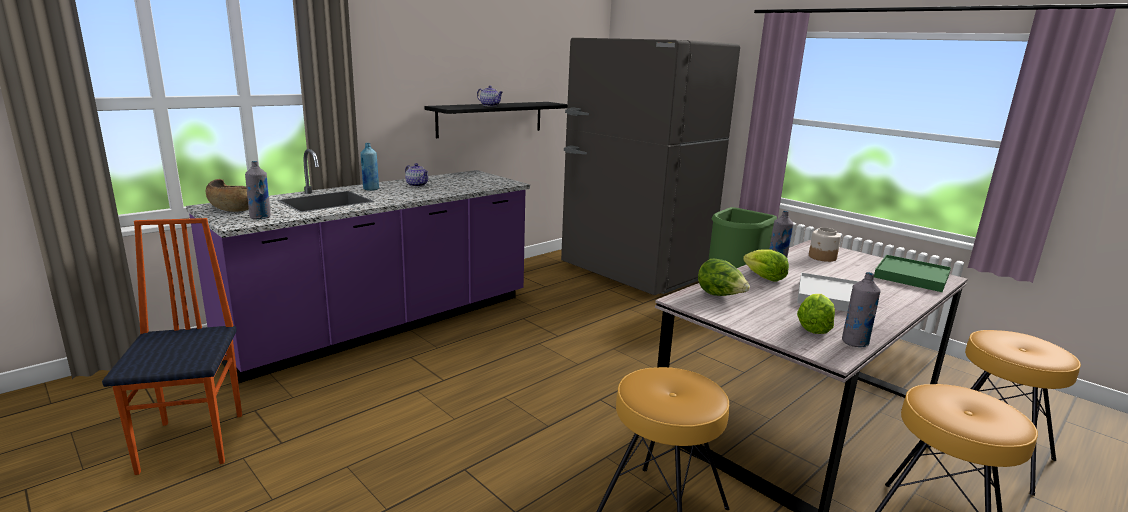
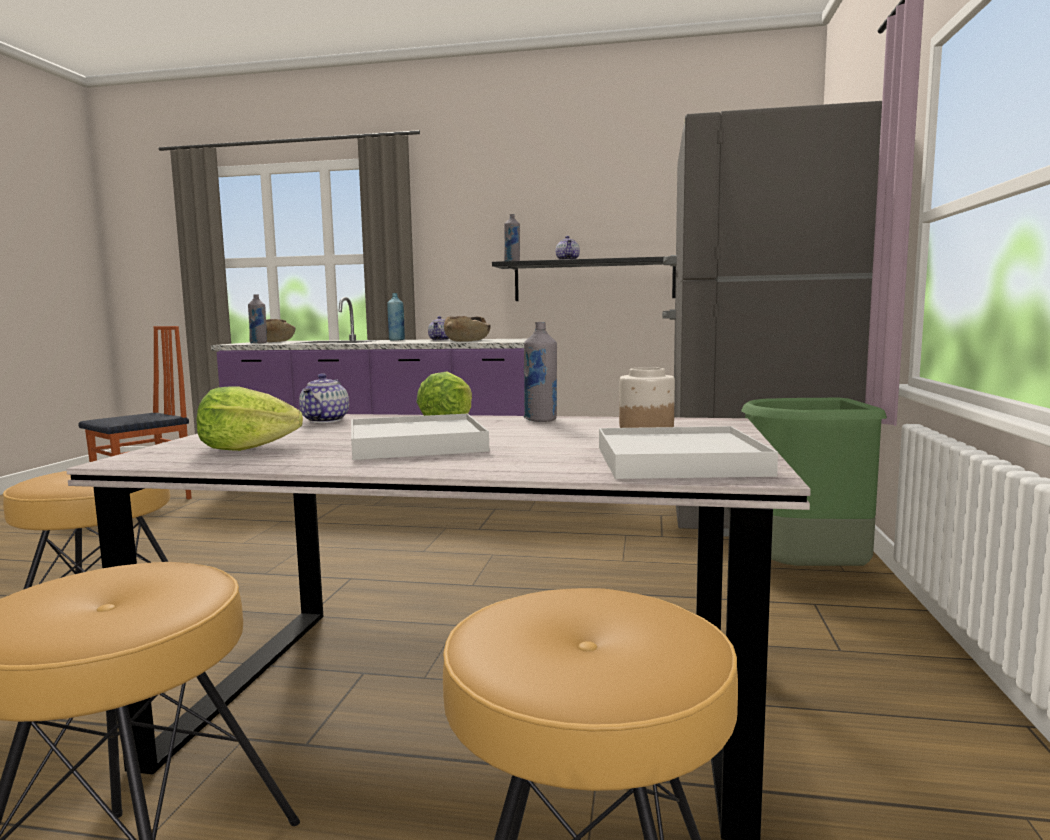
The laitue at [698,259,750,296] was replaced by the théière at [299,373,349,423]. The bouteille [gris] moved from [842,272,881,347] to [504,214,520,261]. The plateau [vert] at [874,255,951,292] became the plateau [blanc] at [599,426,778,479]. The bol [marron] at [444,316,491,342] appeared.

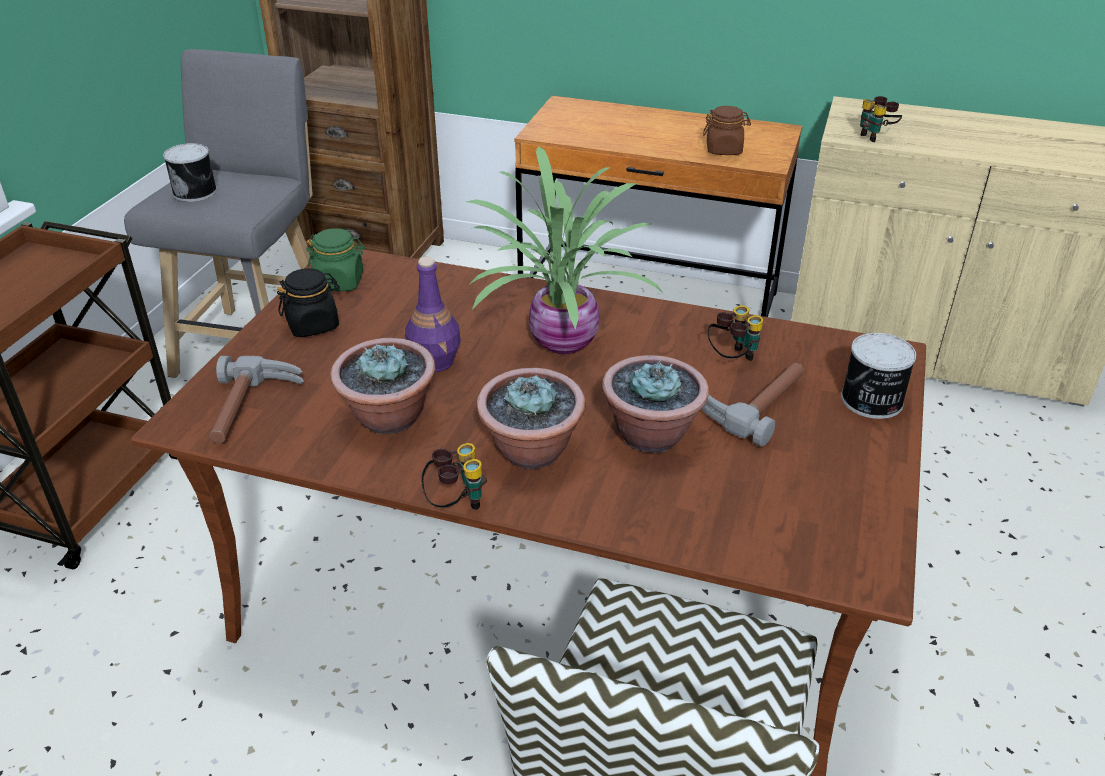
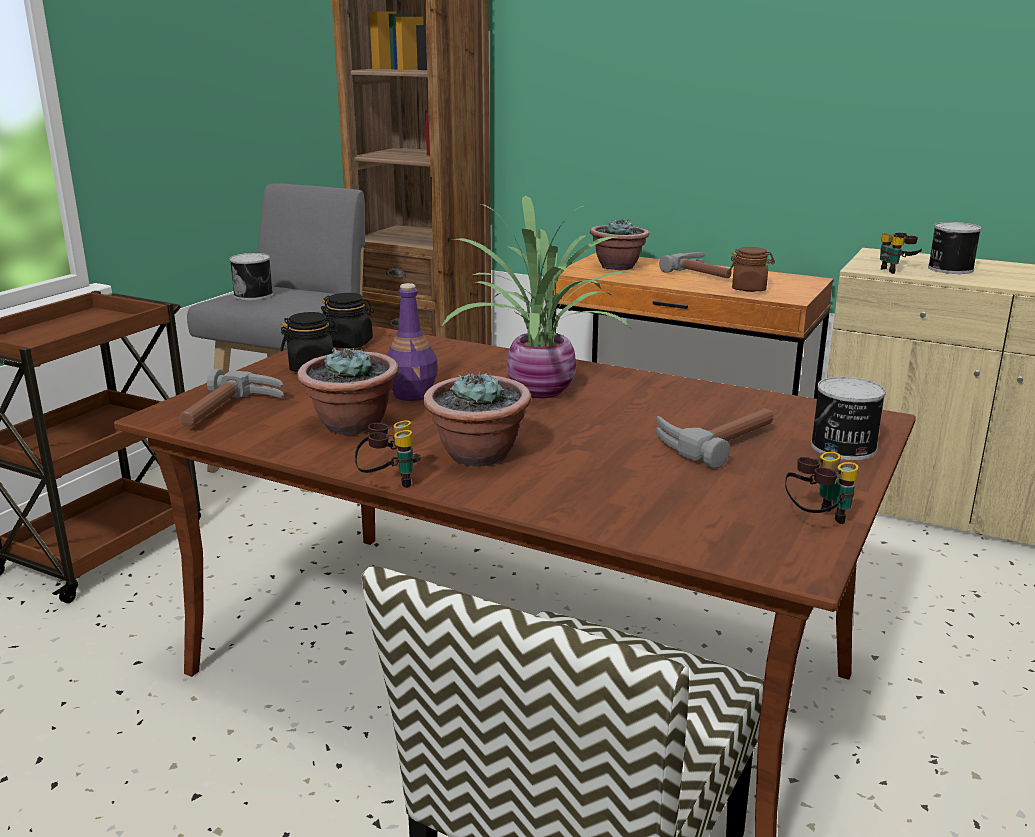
The bocal [vert] at [306,228,365,291] became the bocal [noir] at [321,293,374,348]. The plante en pot moved from [602,355,709,453] to [590,219,650,270]. The jumelles moved from [708,305,763,361] to [785,452,859,524]. The marteau at [659,252,732,278] appeared. The boîte métallique at [928,222,981,274] appeared.

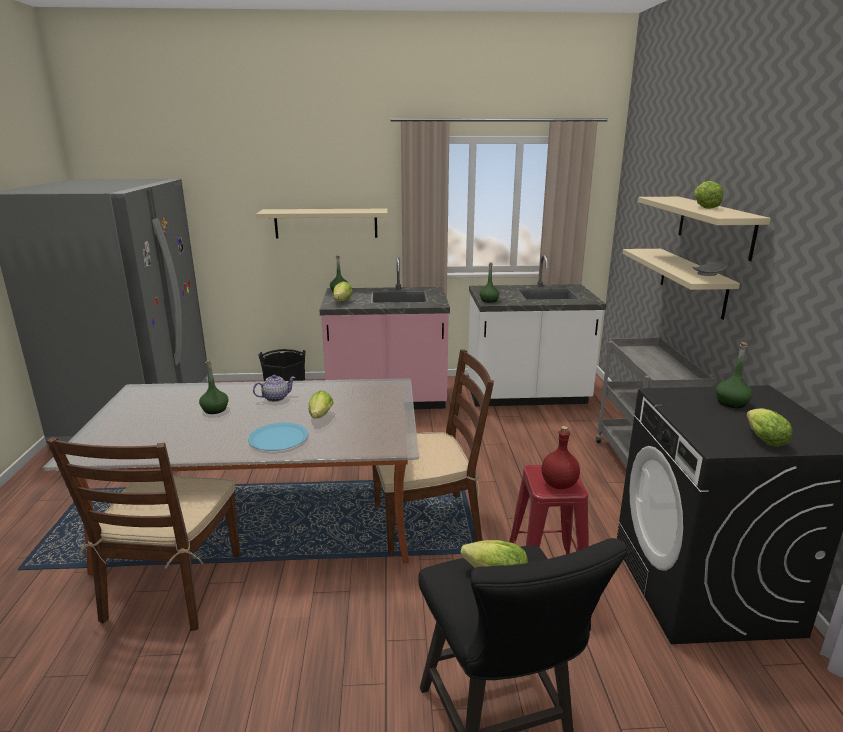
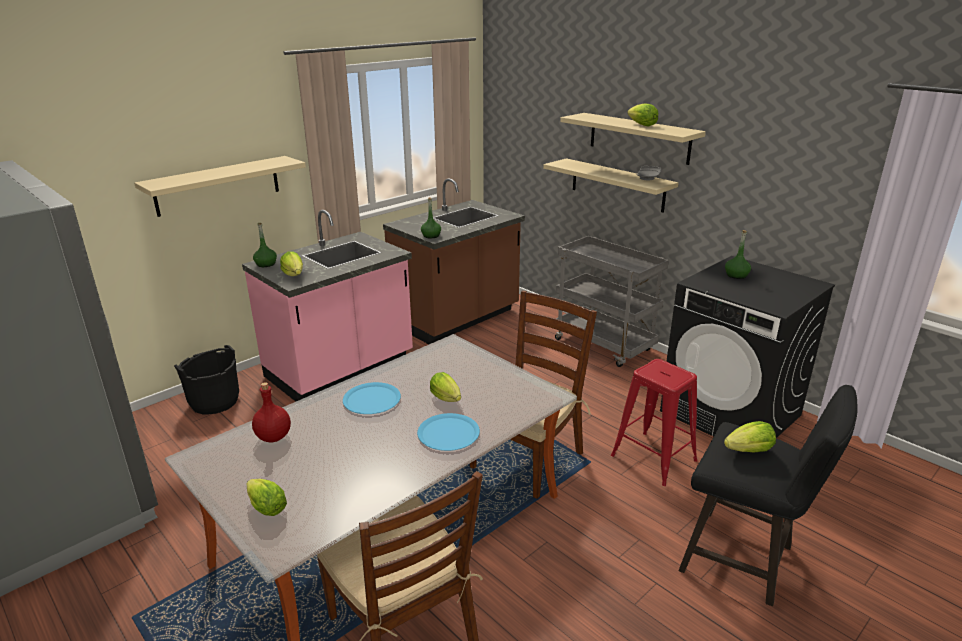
The bouteille [vert] at [199,360,229,414] disappeared. The théière at [253,375,296,402] was replaced by the assiette [bleu] at [343,382,401,414]. The comptoir de cuisine [blanc] at [468,255,607,407] became the comptoir de cuisine [marron] at [383,178,525,344]. The bouteille [rouge] moved from [542,426,580,489] to [252,382,291,443]. The laitue moved from [746,408,793,446] to [247,479,287,516].

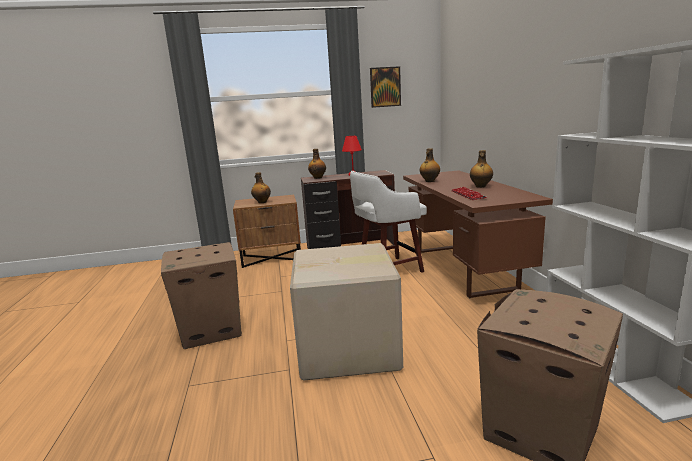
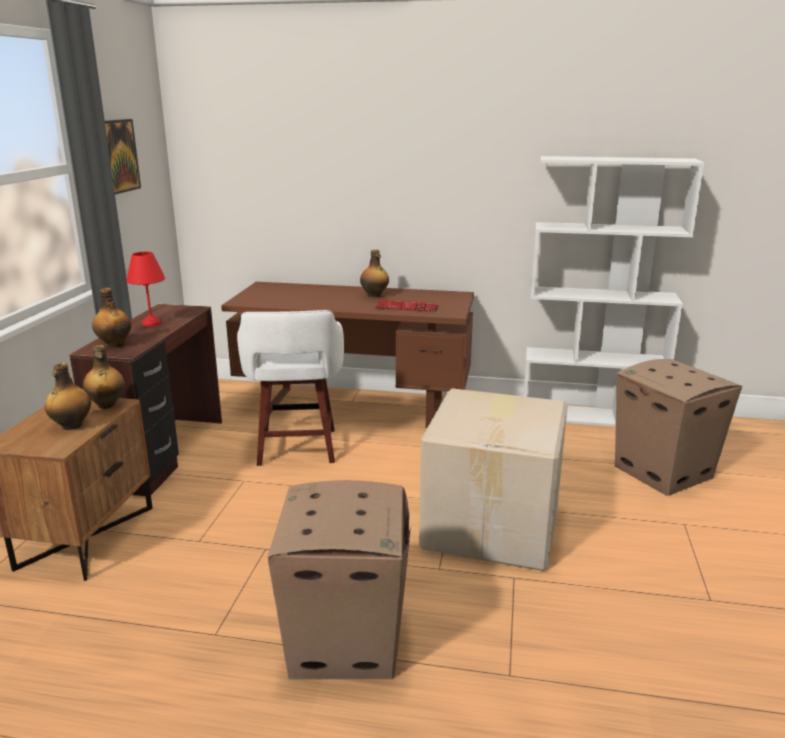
The bouteille moved from [420,149,440,182] to [83,345,125,409].

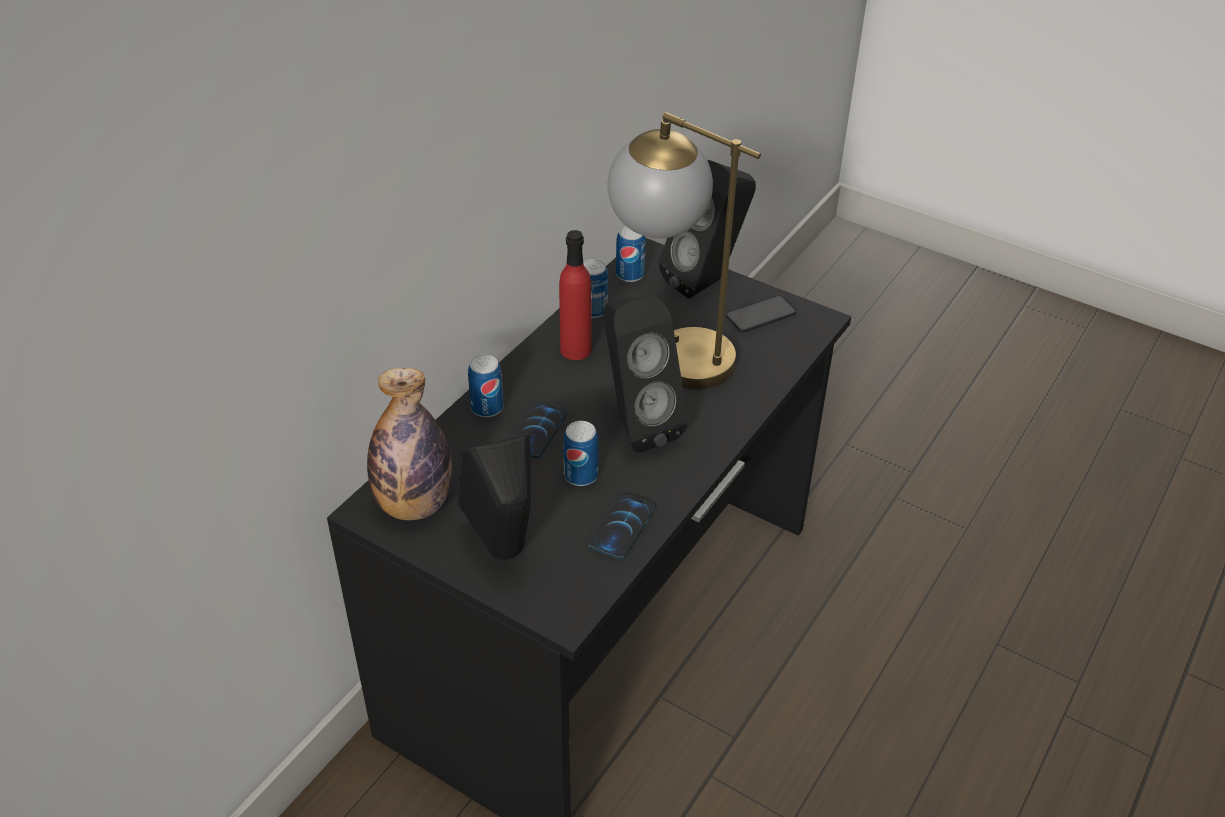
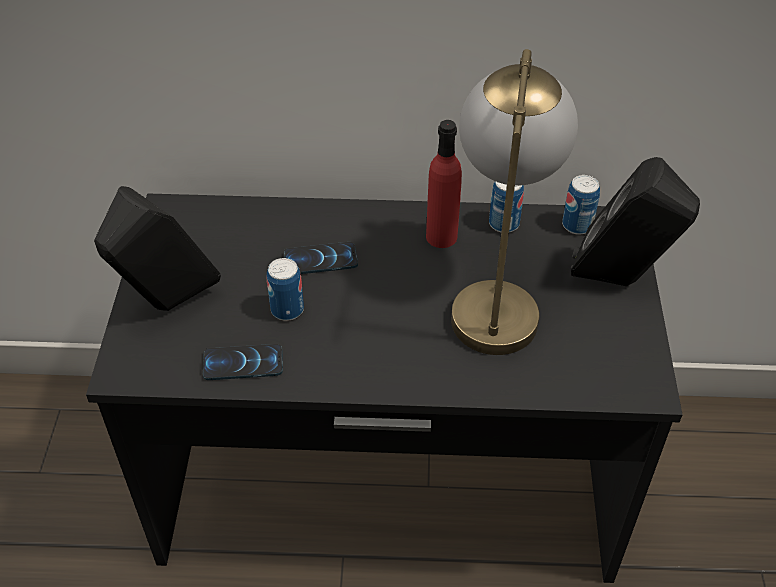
The bouteille at [367,368,452,520] disappeared. The boîte métallique at [468,355,504,417] disappeared. The enceinte [noir] at [603,298,688,452] disappeared. The téléphone at [726,296,796,332] disappeared.

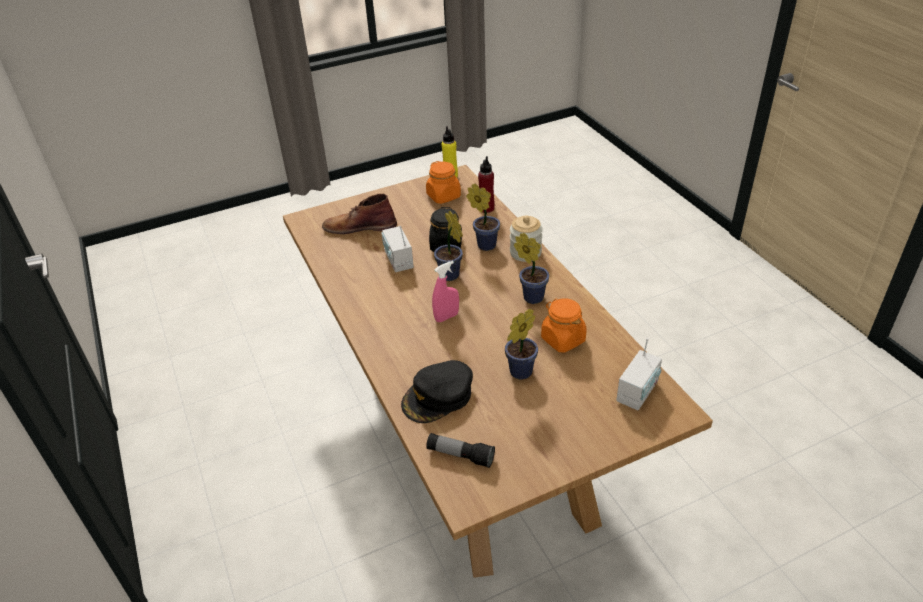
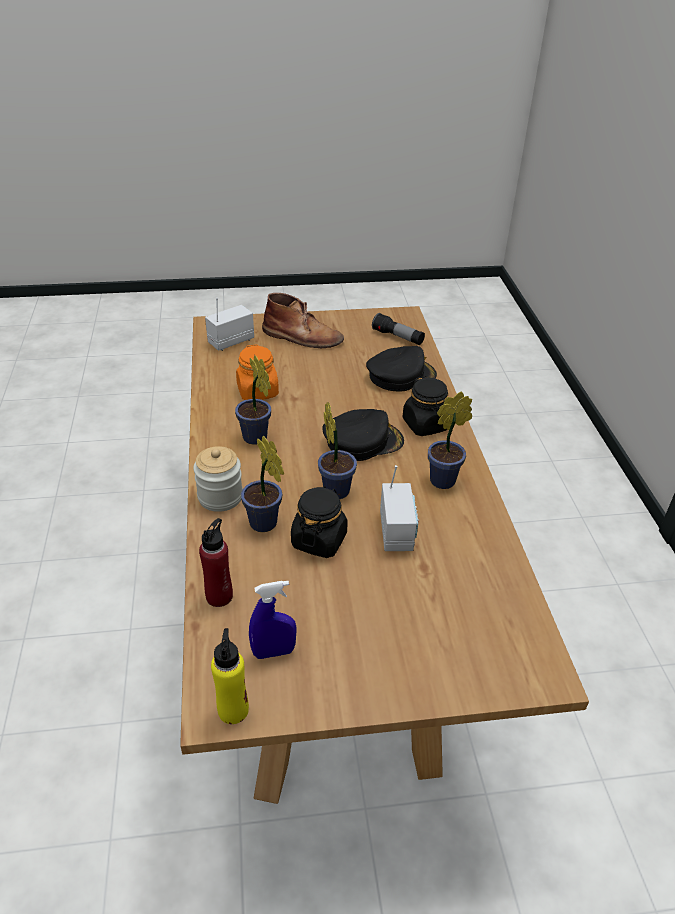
The botte [marron] moved from [322,194,397,234] to [262,293,344,348]. The bocal [orange] at [426,161,461,204] was replaced by the vaporisateur [bleu] at [249,581,297,659]. The vaporisateur [rose] at [432,261,459,322] was replaced by the casquette [noir] at [322,409,404,461]. The plante en pot moved from [505,309,538,380] to [428,392,472,489]. The bocal [noir] at [403,376,448,436] appeared.

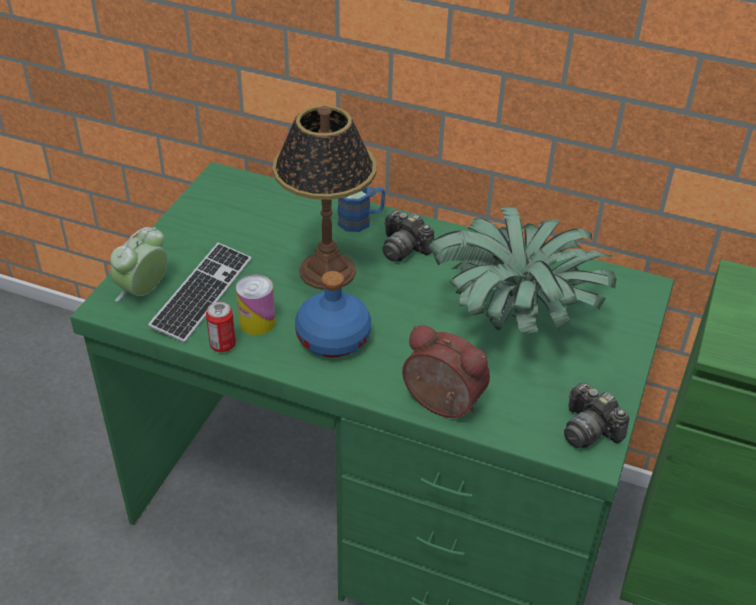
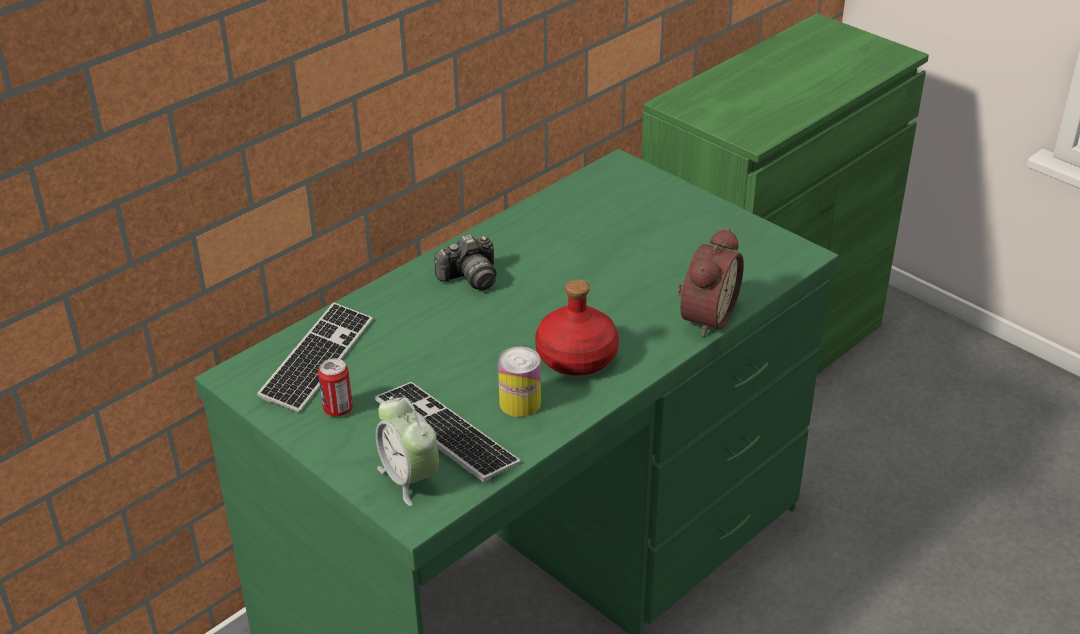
The boîte métallique moved from [206,302,236,352] to [318,358,353,416]. The lampe de table at [272,105,377,290] disappeared. The bouteille [bleu] at [295,271,371,357] became the bouteille [rouge] at [535,279,619,376]. The mug [bleu] at [338,186,385,232] disappeared. The réveil at [402,325,490,418] turned 150 degrees clockwise. The plante en pot at [428,207,617,333] disappeared. The appareil photo at [564,382,630,448] disappeared. The clavier at [257,303,373,413] appeared.

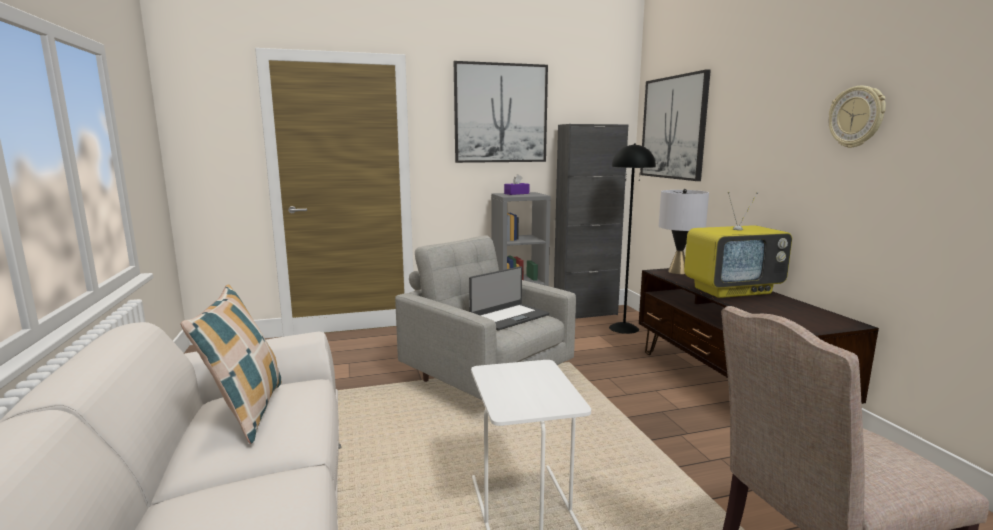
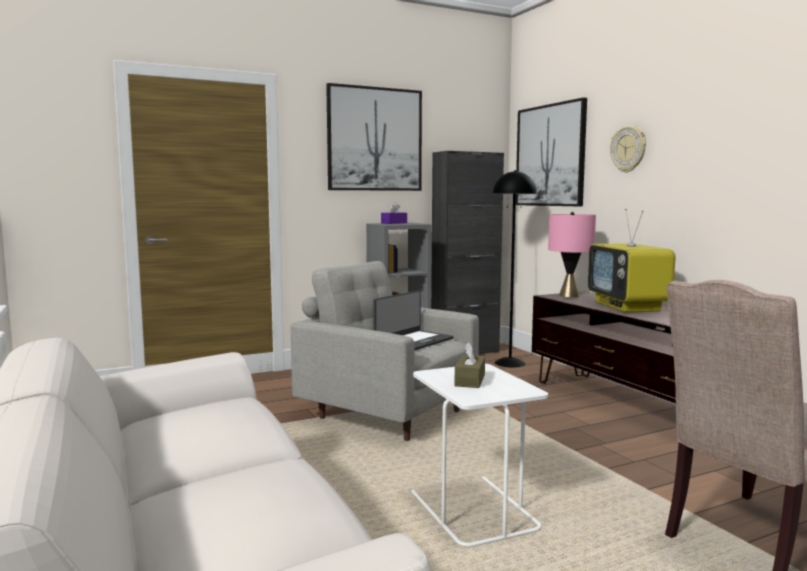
The coussin at [180,284,282,444] disappeared. The lampe de table [gris] at [659,189,709,274] became the lampe de table [rose] at [548,212,596,297]. The téléviseur at [684,192,792,298] turned 105 degrees clockwise. The horloge murale moved from [829,86,886,148] to [610,126,646,173]. The boîte à mouchoirs [marron] at [454,342,485,388] appeared.

